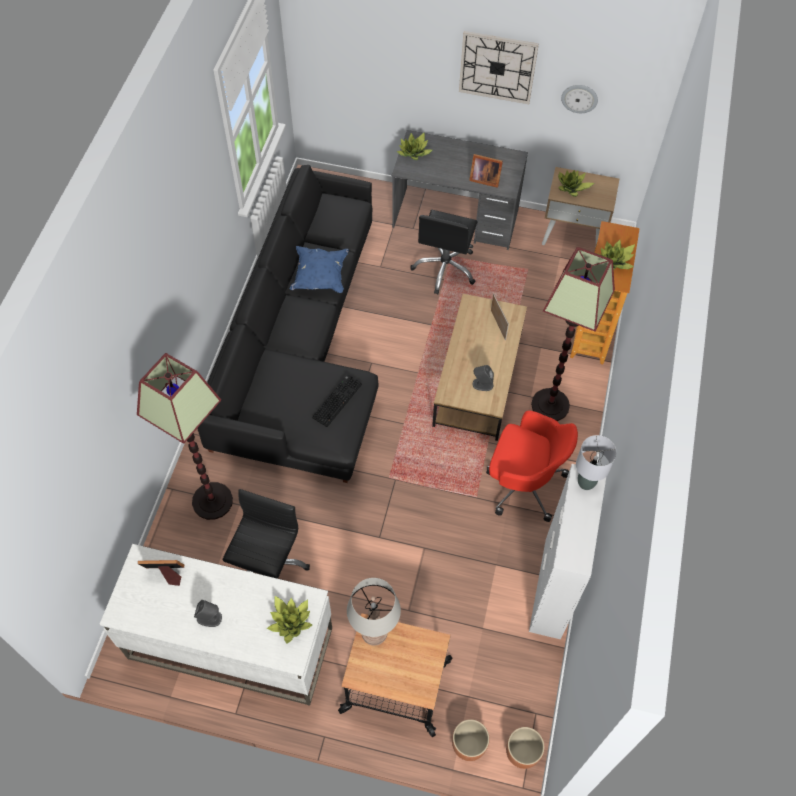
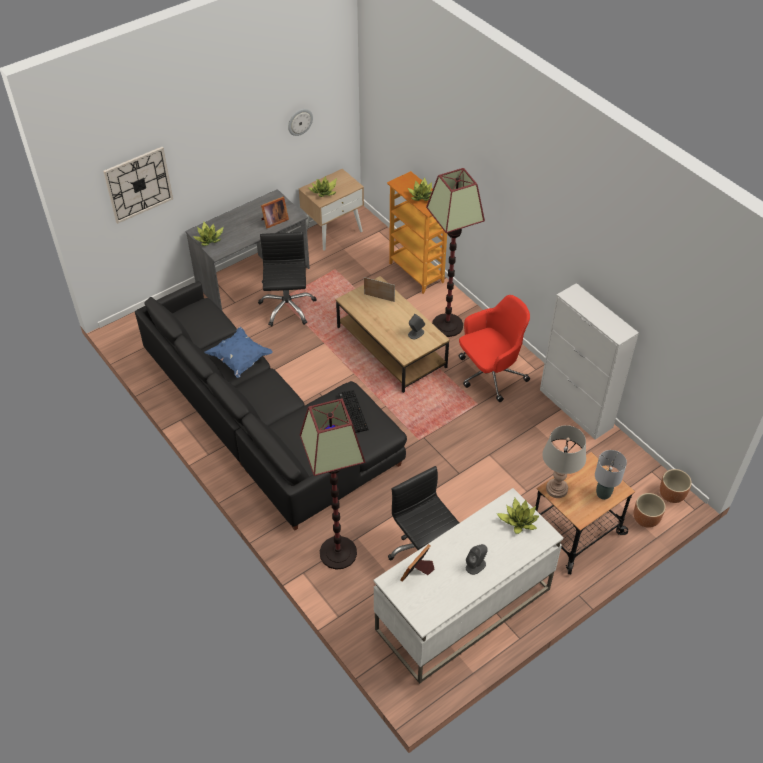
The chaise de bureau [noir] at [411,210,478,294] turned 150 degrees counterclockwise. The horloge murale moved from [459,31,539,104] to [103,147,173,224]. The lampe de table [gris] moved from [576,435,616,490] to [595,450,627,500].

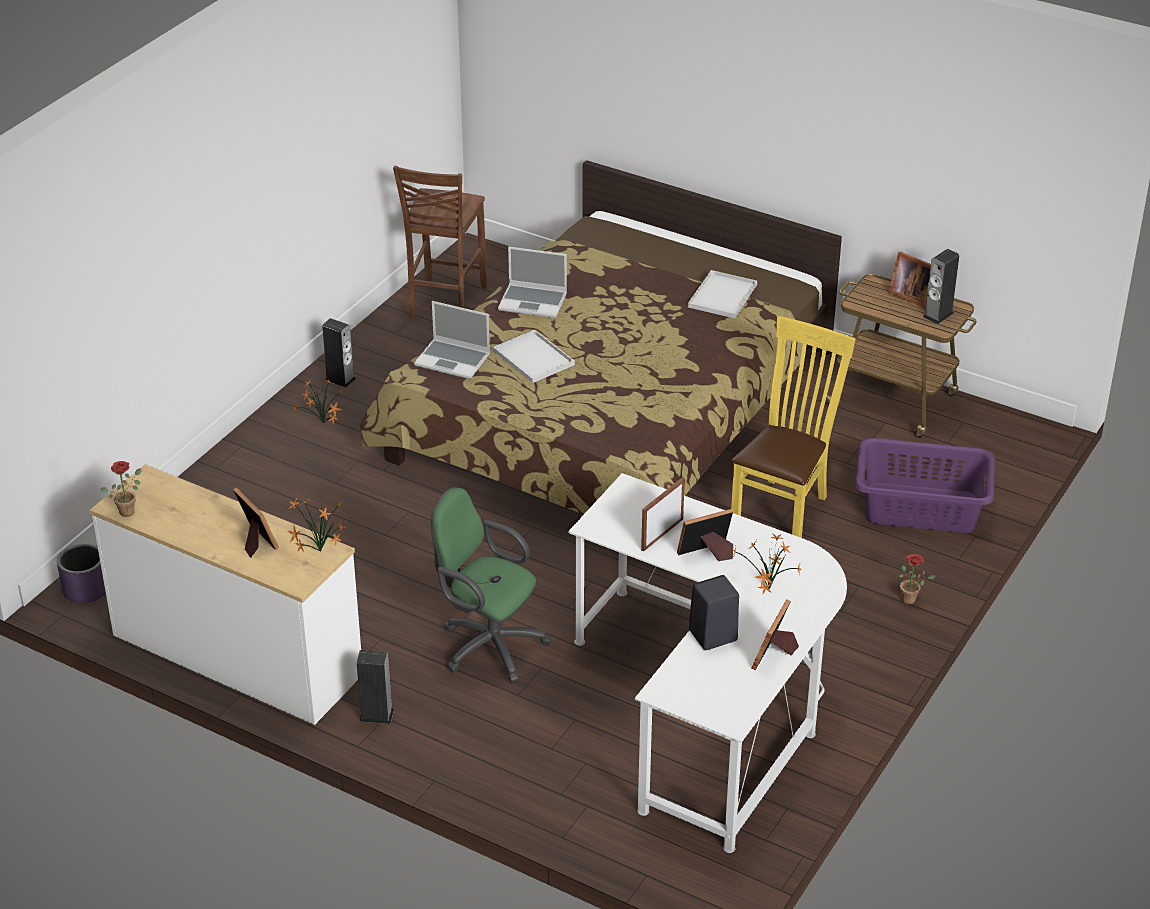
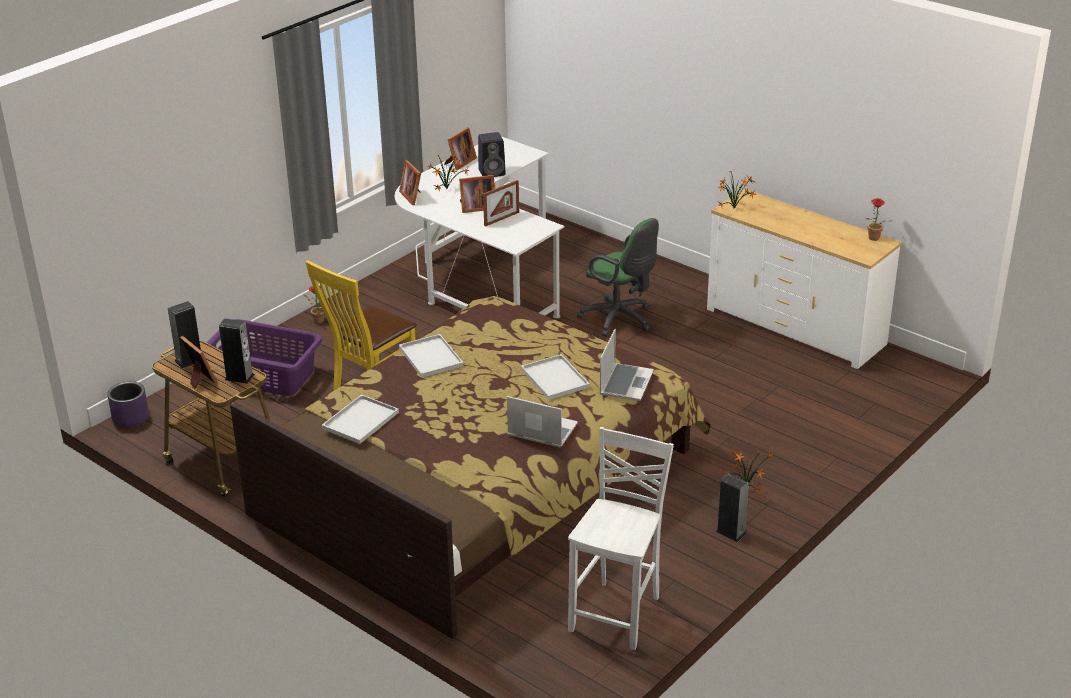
The cache-pot [violet] moved from [57,543,106,603] to [107,381,149,427]. The cadre photo moved from [233,487,279,558] to [399,160,421,205]. The enceinte moved from [357,650,394,724] to [219,319,255,384]. The chaise [marron] at [393,166,487,319] became the chaise [blanc] at [568,427,674,650]. The ordinateur portable at [414,301,490,379] turned 75 degrees clockwise. The plateau [blanc] at [399,334,464,378] appeared.

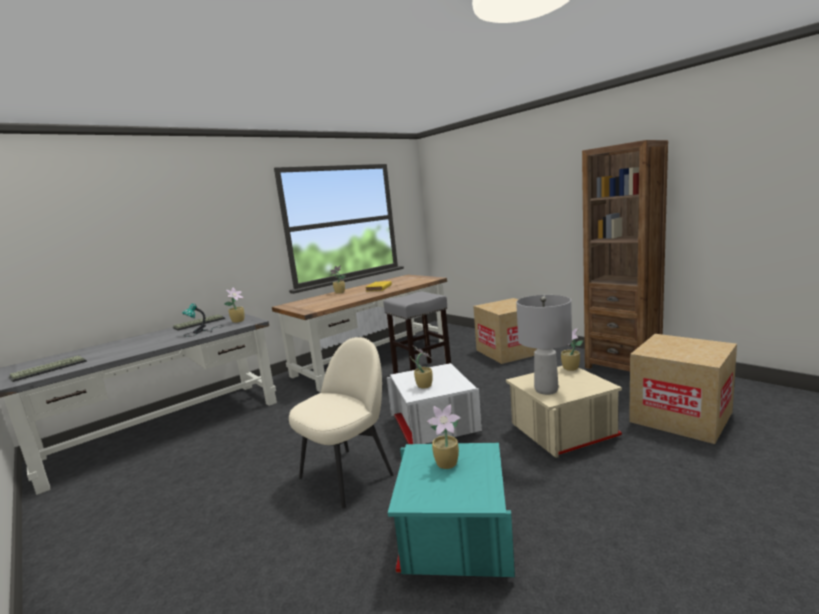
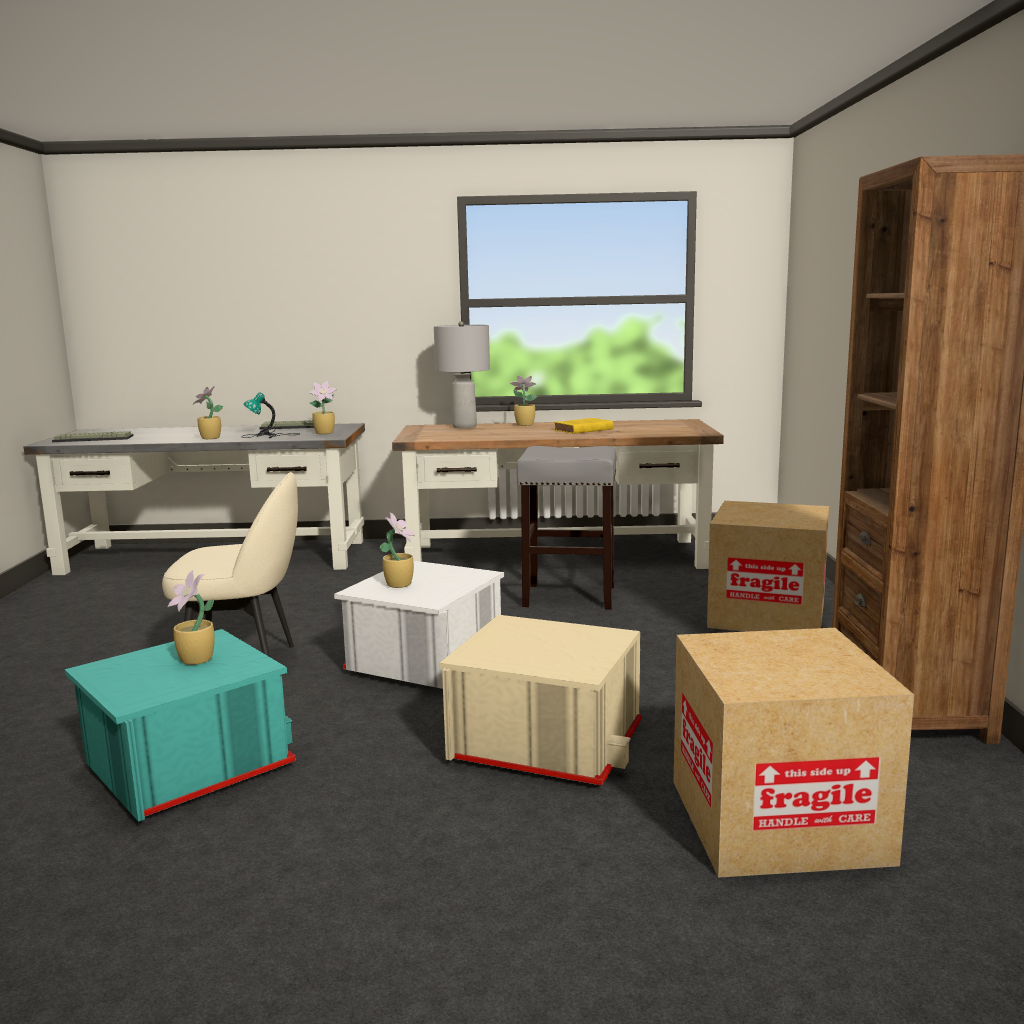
The lampe de table [gris] moved from [516,295,572,395] to [434,321,490,428]. The plante en pot moved from [561,329,583,371] to [193,386,223,439].

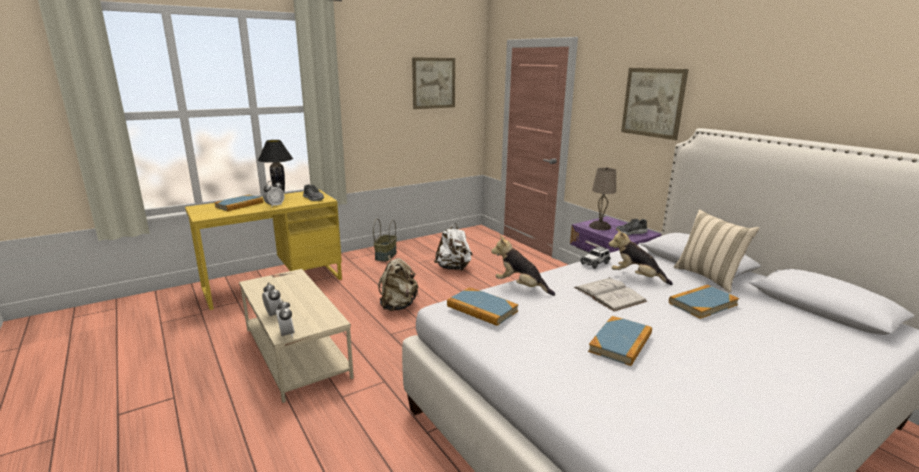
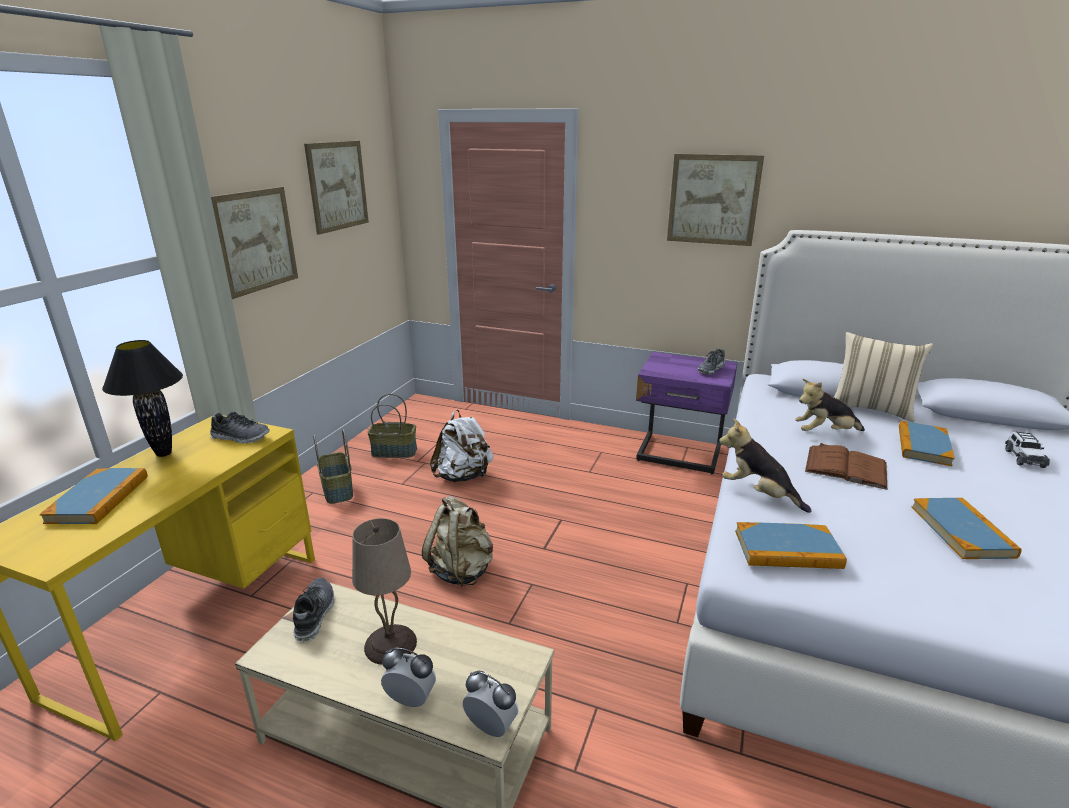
The réveil at [263,180,284,208] disappeared. The peluche at [491,235,555,296] turned 45 degrees clockwise. The livre [blanc] at [574,277,647,311] became the livre [marron] at [805,443,887,490]. The petite voiture moved from [580,246,611,269] to [1005,431,1050,468]. The lampe de table [beige] moved from [589,167,616,230] to [352,518,417,665]. The tableau at [211,187,298,299] appeared. The chaussure at [293,577,335,642] appeared. The panier at [367,394,417,458] appeared.

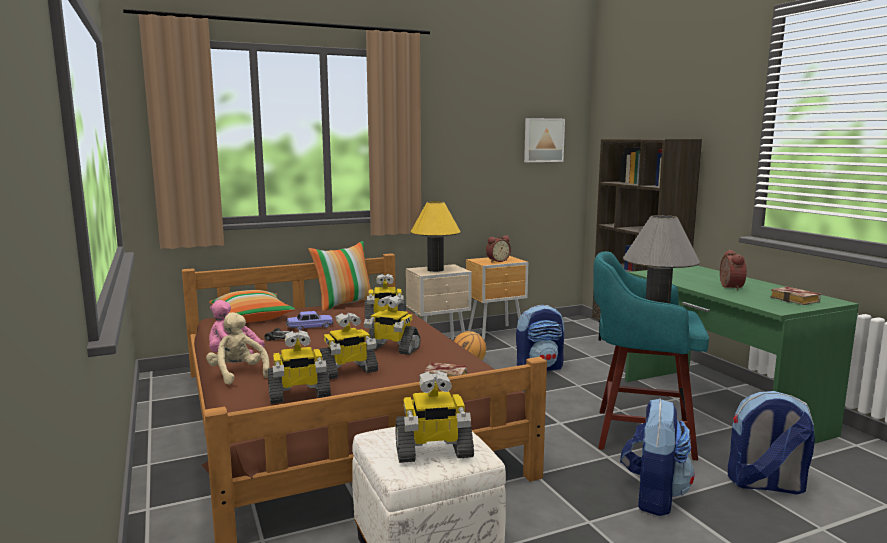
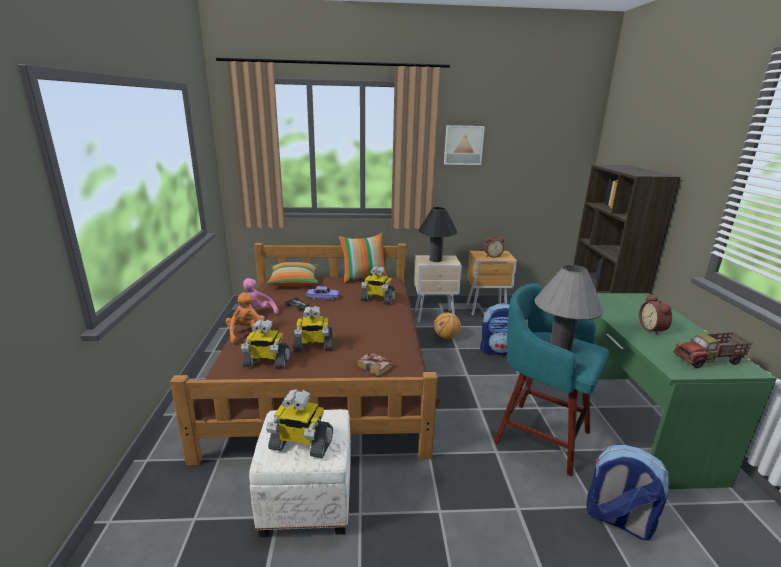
The peluche [beige] at [206,312,270,385] became the peluche [orange] at [226,293,264,343]. The robot jouet at [364,295,421,355] disappeared. The lampe de table [jaune] at [411,201,461,272] became the lampe de table [noir] at [418,207,457,262]. The tableau moved from [524,118,565,162] to [444,125,485,165]. The sac à dos at [620,398,695,516] disappeared. The réveil at [720,250,747,290] turned 150 degrees clockwise. The livre at [770,287,821,305] was replaced by the camion jouet at [674,332,753,368].

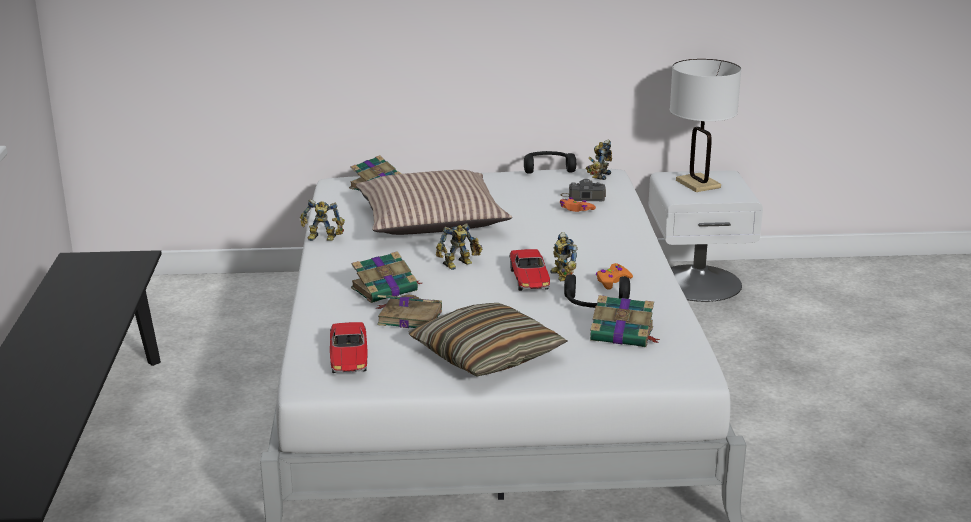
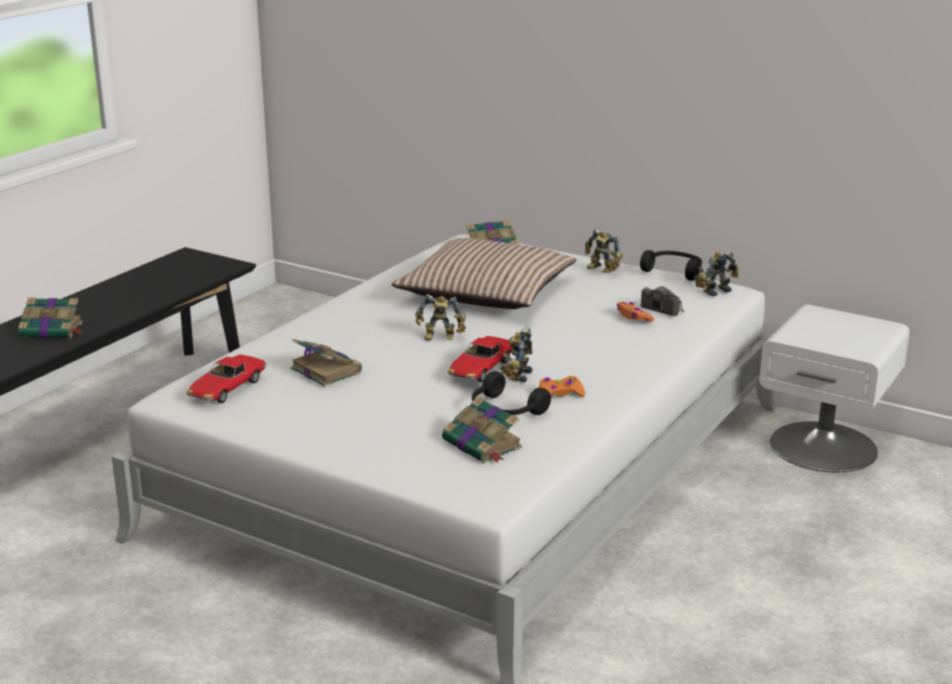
The robot jouet moved from [300,199,345,241] to [585,229,623,273]. The livre moved from [351,251,422,303] to [18,298,83,339]. The coussin at [408,303,567,377] disappeared. The lampe de table [blanc] at [670,59,741,192] disappeared.

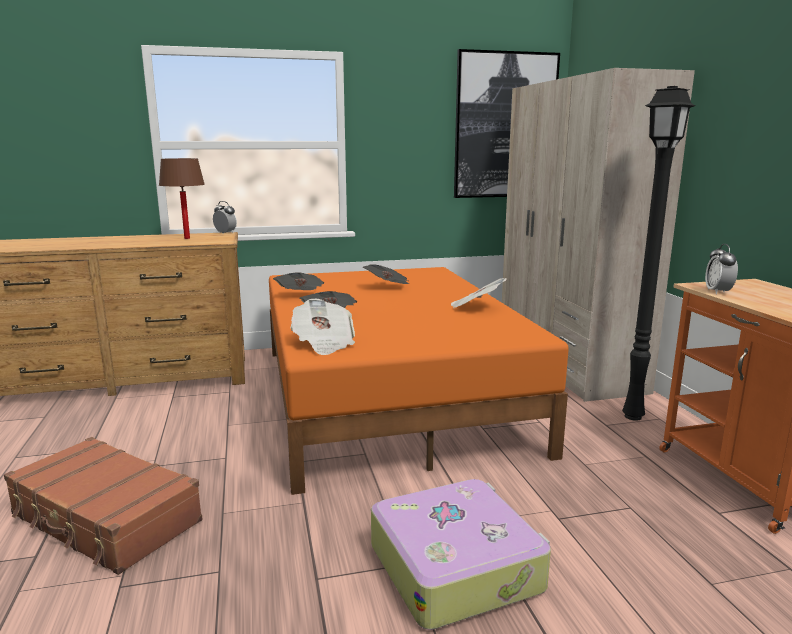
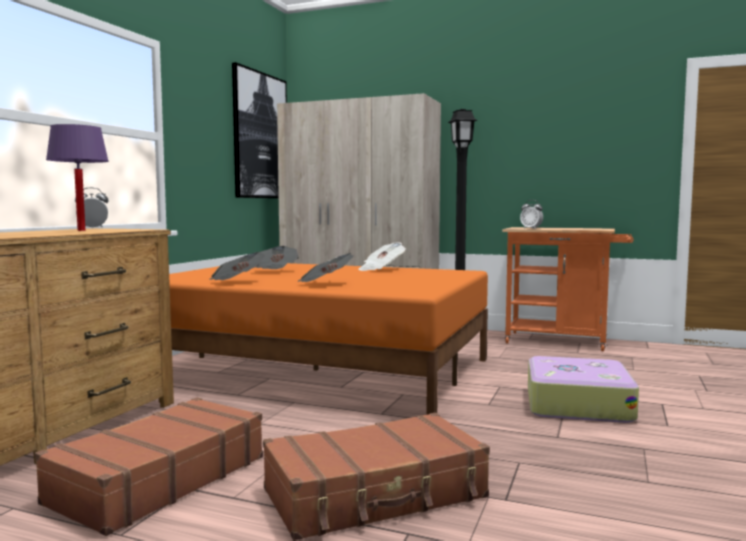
The lampe de table [marron] at [159,158,205,239] became the lampe de table [violet] at [46,124,109,231]. The journal at [290,299,355,355] disappeared. The valise [marron] at [35,397,263,536] appeared.

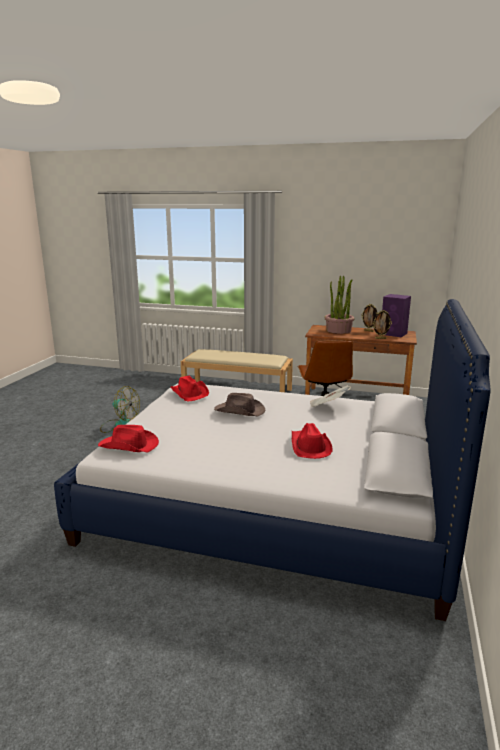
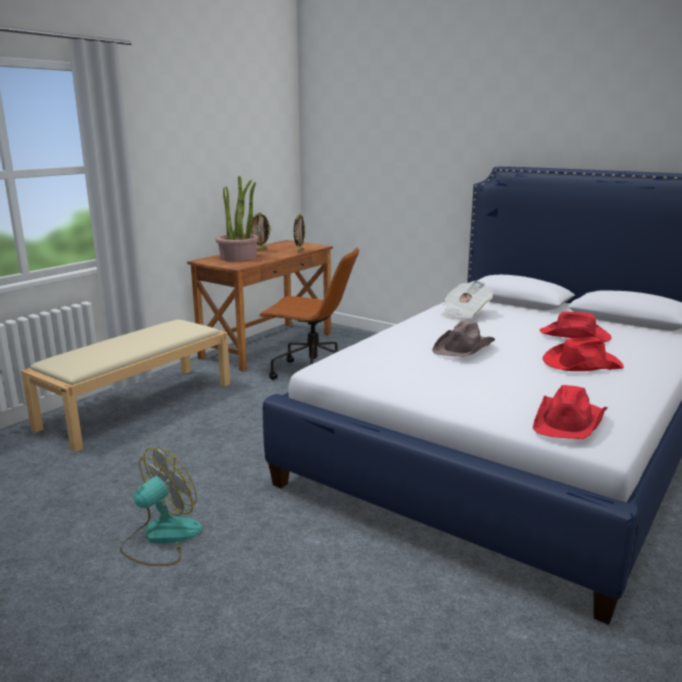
The chapeau [rouge] moved from [171,376,209,402] to [543,337,624,371]. The enceinte [violet] at [382,294,411,337] disappeared.

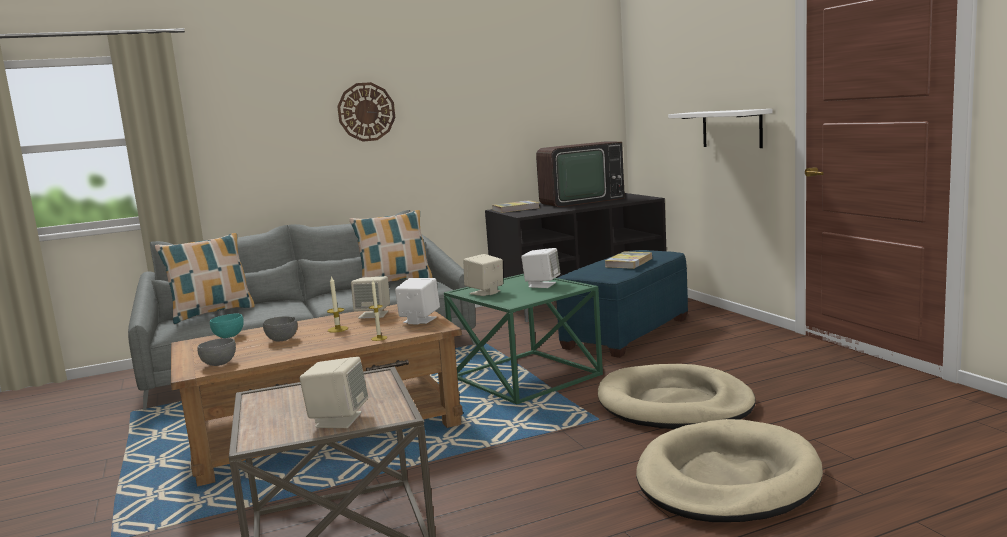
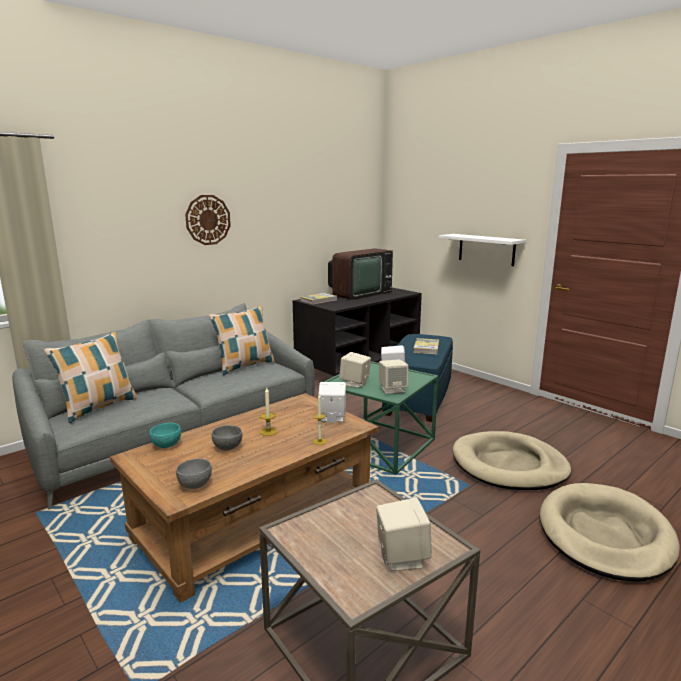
The enceinte [beige] moved from [351,276,390,319] to [379,359,408,394].

